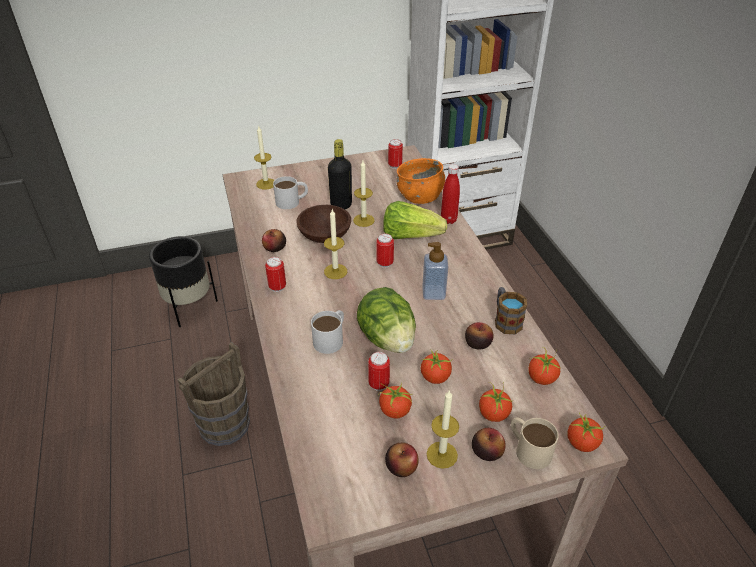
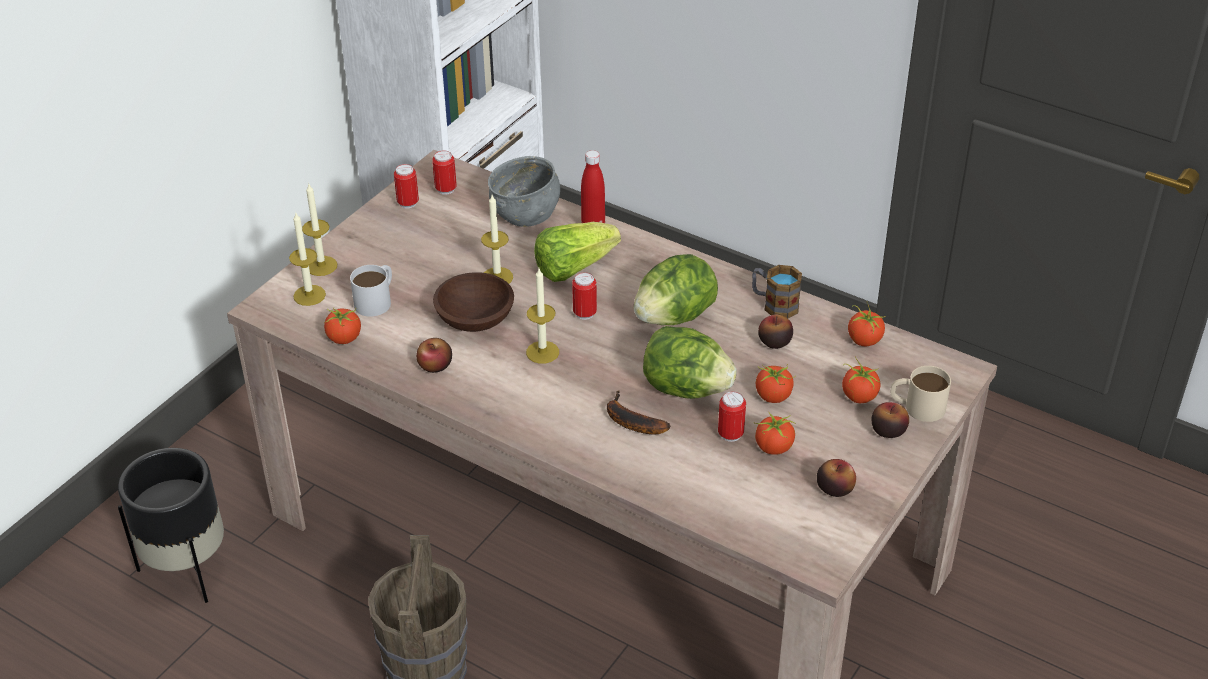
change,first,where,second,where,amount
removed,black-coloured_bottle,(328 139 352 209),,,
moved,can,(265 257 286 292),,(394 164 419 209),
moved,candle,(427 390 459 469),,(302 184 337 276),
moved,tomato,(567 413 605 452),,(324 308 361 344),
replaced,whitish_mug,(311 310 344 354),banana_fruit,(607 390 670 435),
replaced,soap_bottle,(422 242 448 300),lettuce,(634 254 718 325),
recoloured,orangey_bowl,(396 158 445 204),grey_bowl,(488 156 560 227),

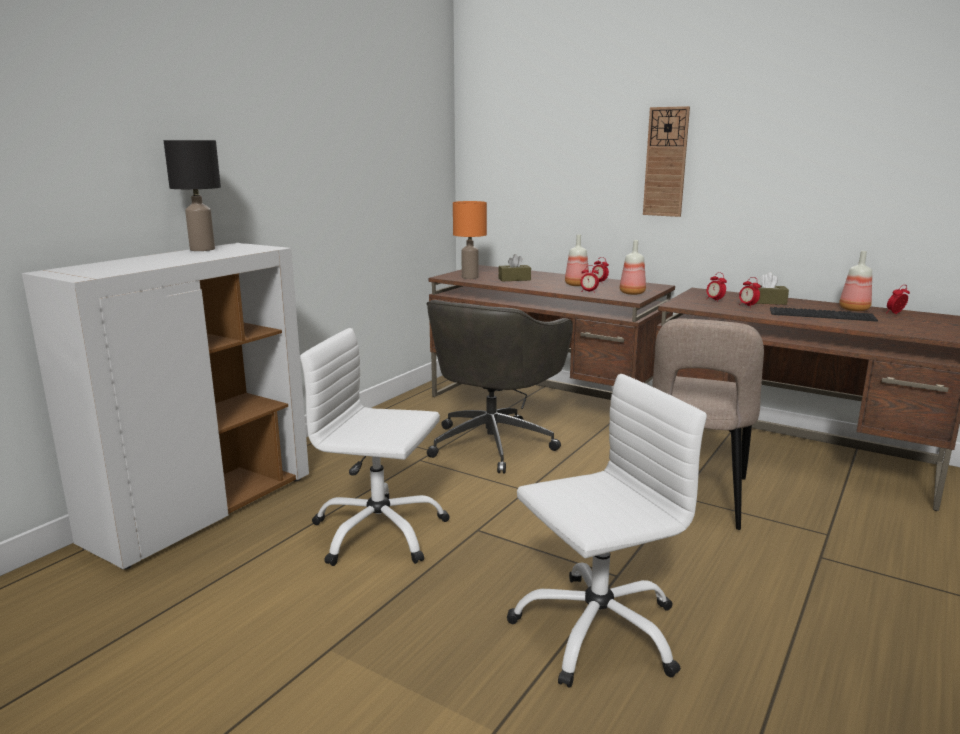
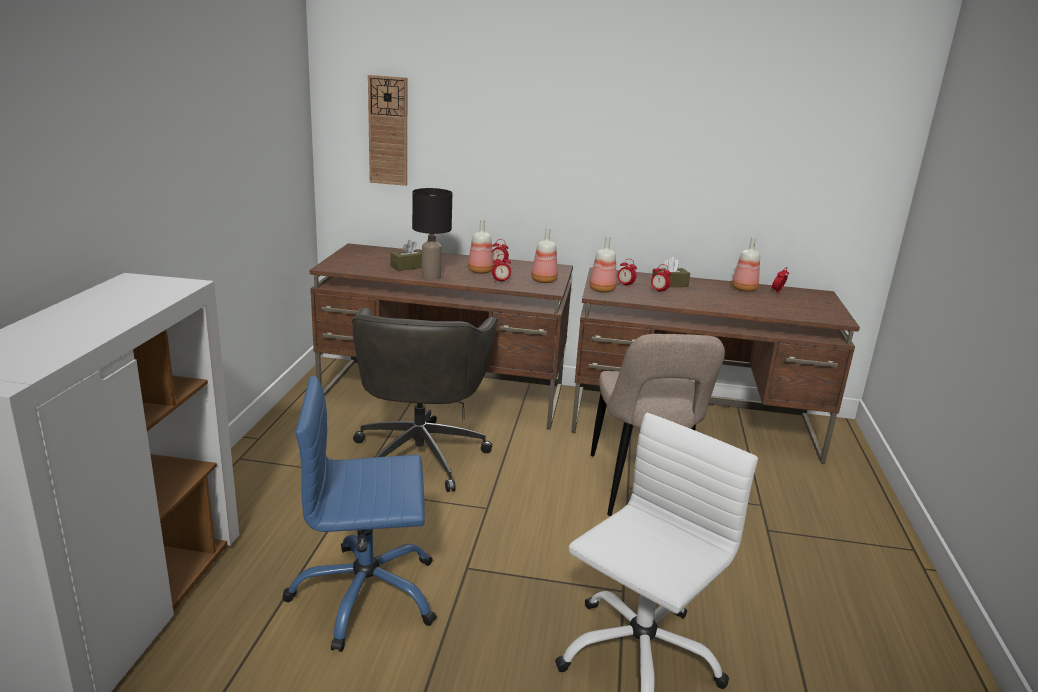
change,first,where,second,where,amount
removed,orangey_table_lamp,(453 201 487 279),,,
removed,PC_keyboard,(770 307 878 322),,,
added,,,bottle,(589 236 617 293),
moved,black-coloured_table_lamp,(164 140 221 251),,(412 188 452 280),
moved,wall_clock,(643 106 690 217),,(368 75 407 186),
recoloured,whitish_desk_chair,(300 328 450 566),bluish_desk_chair,(282 376 437 652),

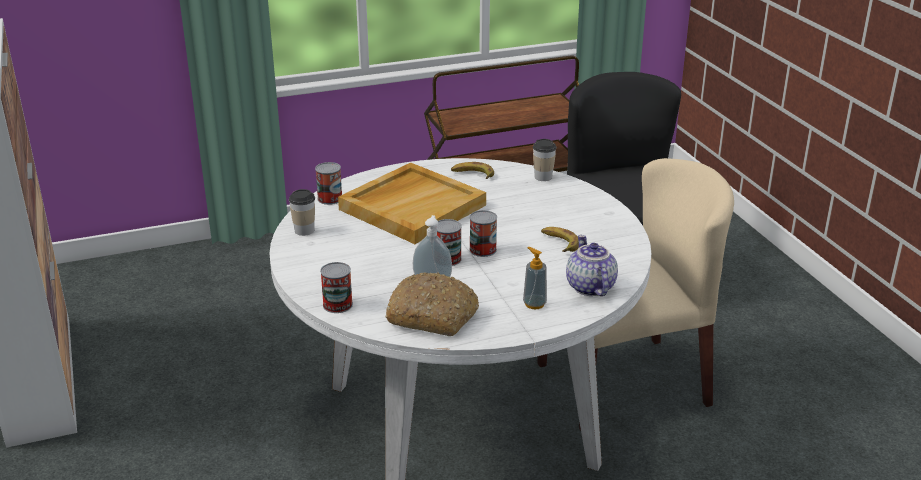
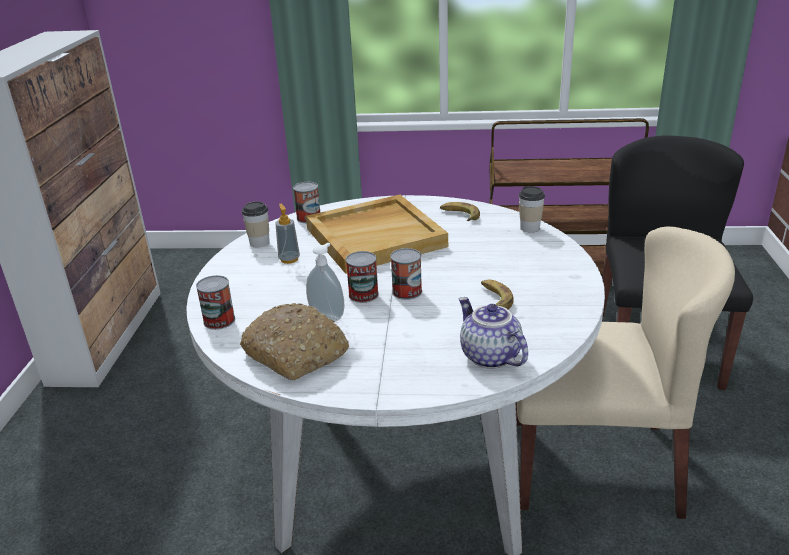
change,first,where,second,where,amount
moved,soap_bottle,(523 247 547 309),,(275 204 300 264),
turned,pot_for_tea,(566 235 618 296),,(458 297 528 369),45 degrees counterclockwise

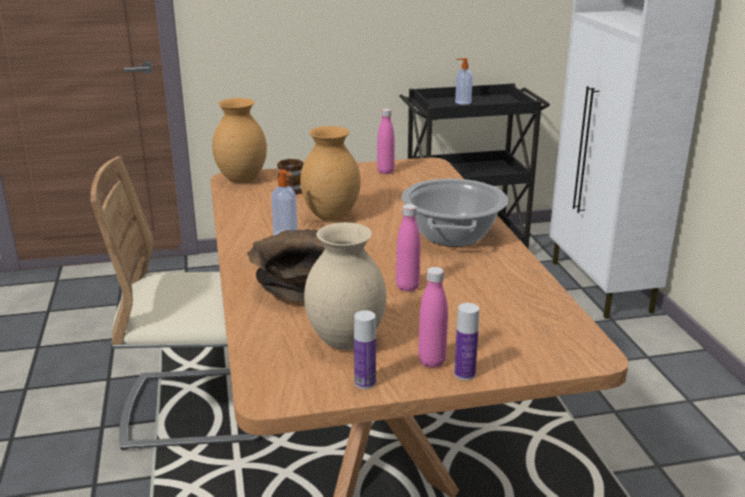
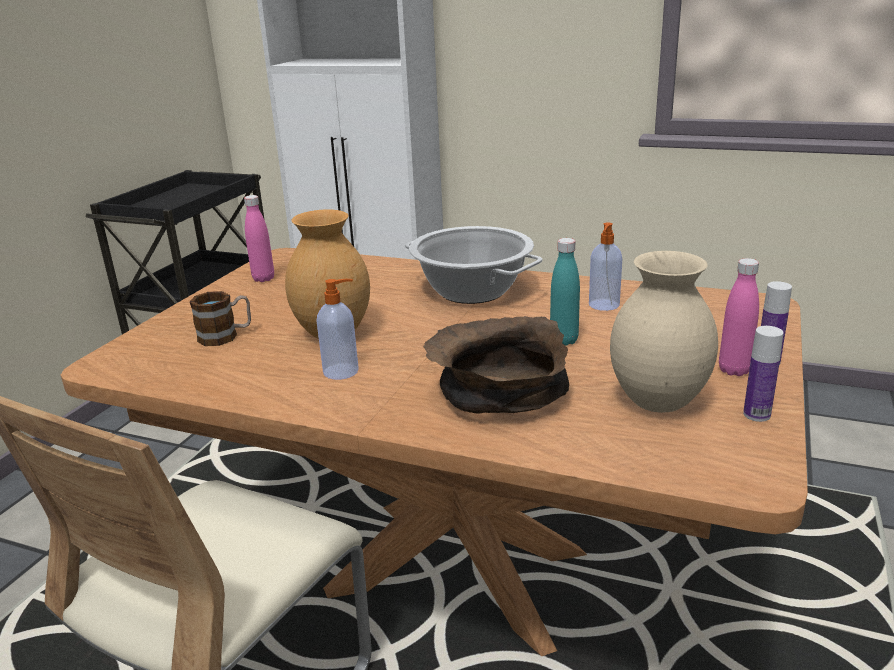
change,first,where,second,where,amount
removed,brownish_flower_vase,(212 98 267 183),,,
moved,soap_bottle,(455 58 473 105),,(589 222 622 311),
recoloured,pinkish_bottle,(396 204 421 292),blue-green_bottle,(550 238 580 346),

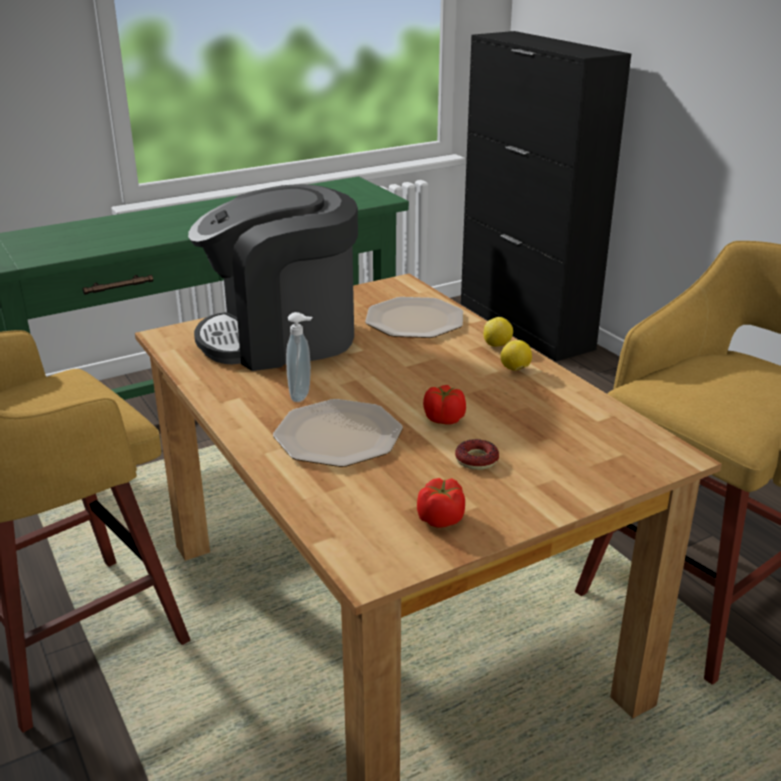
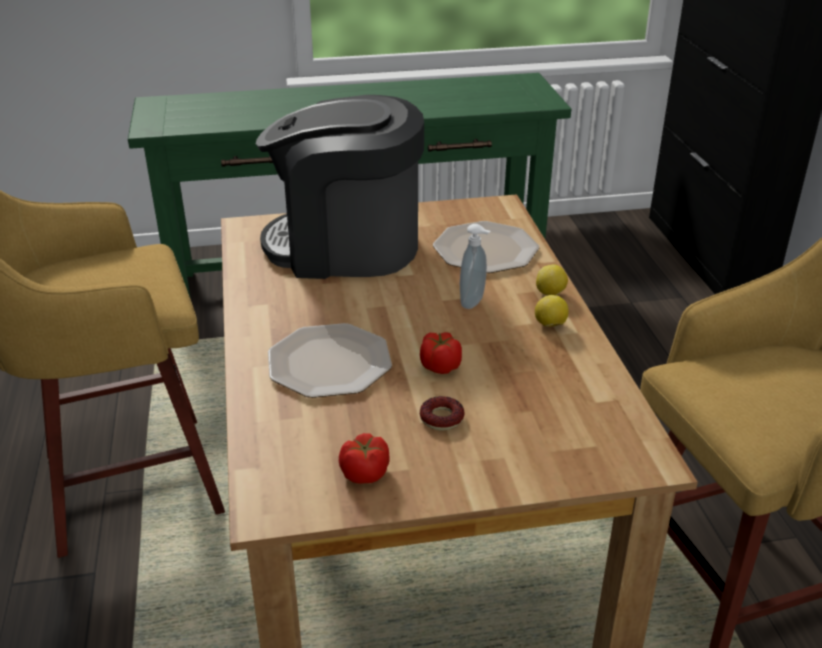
change,first,where,second,where,amount
moved,soap_bottle,(286 312 312 402),,(460 224 491 309),

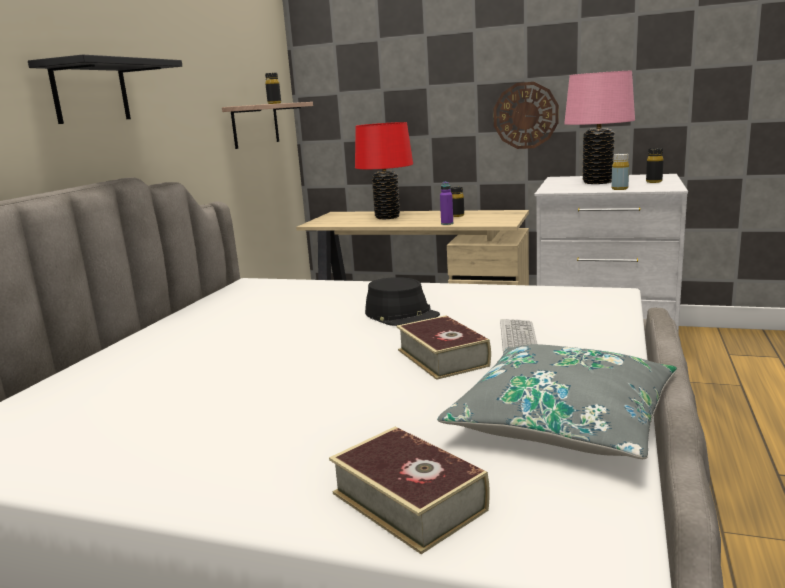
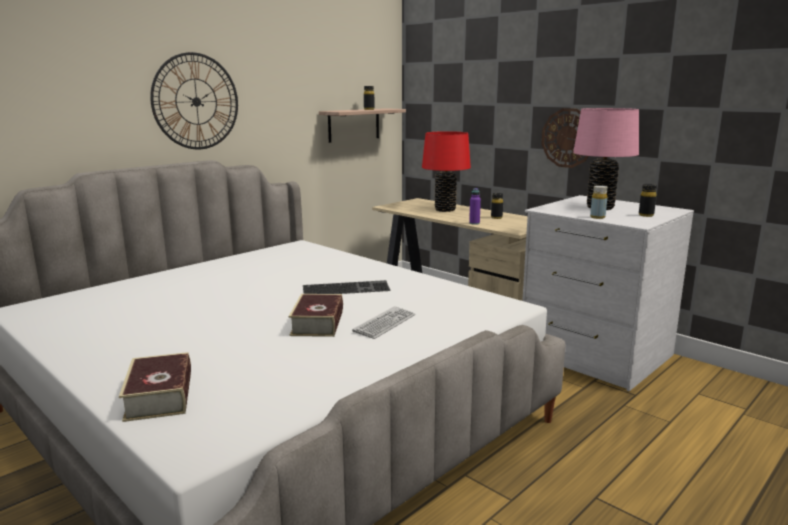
change,first,where,second,where,amount
removed,grey_pillow,(437 344 677 459),,,
replaced,black-coloured_shelf,(28 55 182 124),wall_clock,(150 52 238 149),
replaced,black-coloured_wearable_hat,(365 277 440 326),PC_keyboard,(303 280 391 294),

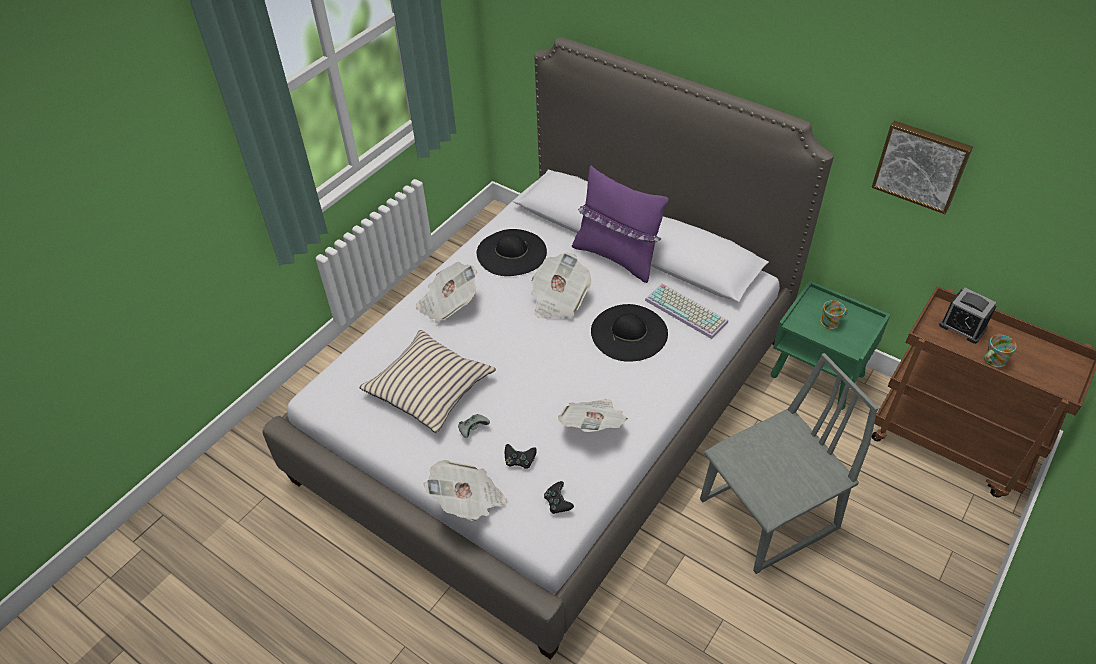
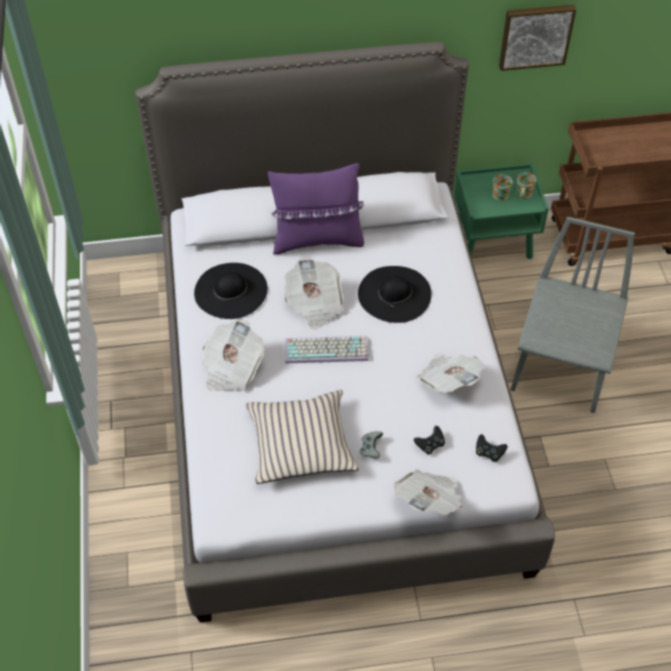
change,first,where,second,where,amount
removed,alarm_clock,(939 288 996 344),,,
moved,PC_keyboard,(645 283 728 339),,(285 336 369 363),
moved,mug,(984 335 1017 368),,(516 172 536 199),

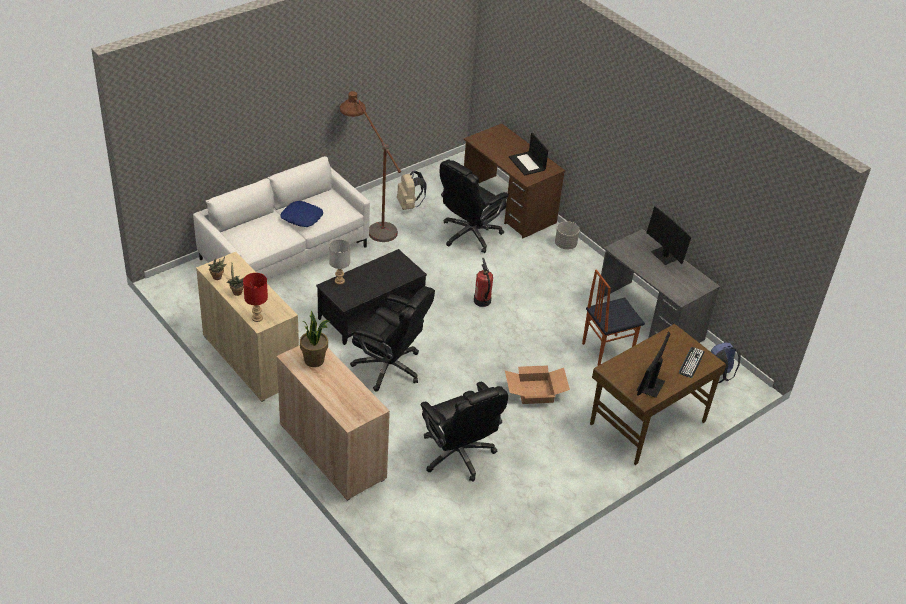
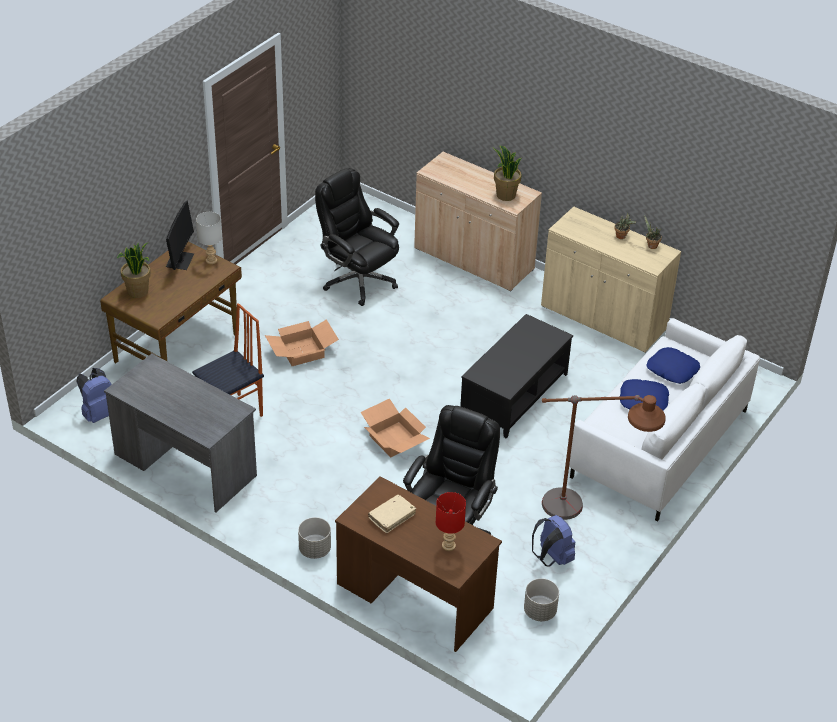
change,first,where,second,where,amount
removed,black-coloured_desk_chair,(350 286 435 392),,,
removed,monitor,(646 206 691 265),,,
added,,,grey_flower_pot,(524 578 559 621),
added,,,bluish_pillow,(647 347 700 384),
moved,red_table_lamp,(243 273 268 322),,(436 492 466 551),
moved,grey_table_lamp,(329 239 350 285),,(196 212 222 264),
replaced,extinguisher,(474 258 493 307),cardboard_box,(360 398 430 457),
replaced,notebook_computer,(509 133 548 176),beige-coloured_volume,(368 495 416 533),
replaced,PC_keyboard,(679 347 704 378),houseplant,(117 242 151 298),
recoloured,beige-coloured_knapsack,(397 171 427 210),bluish_knapsack,(532 515 575 566),

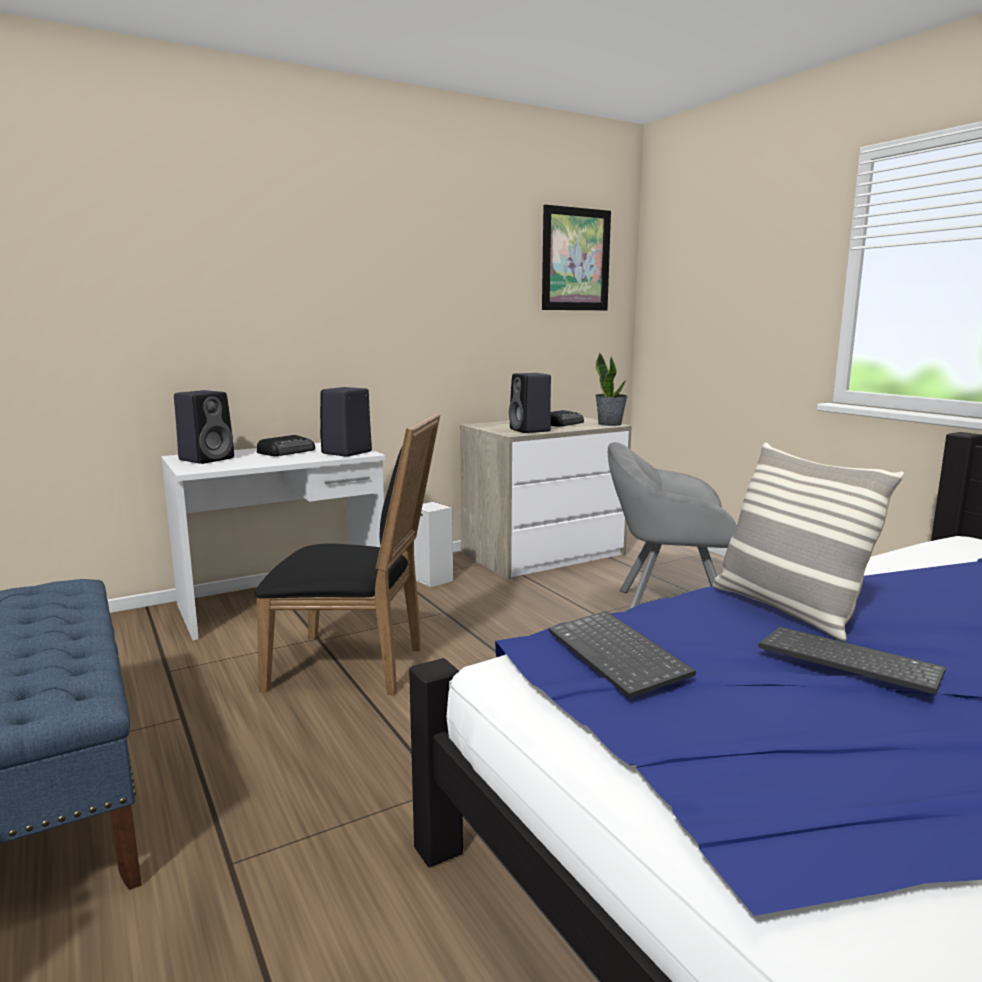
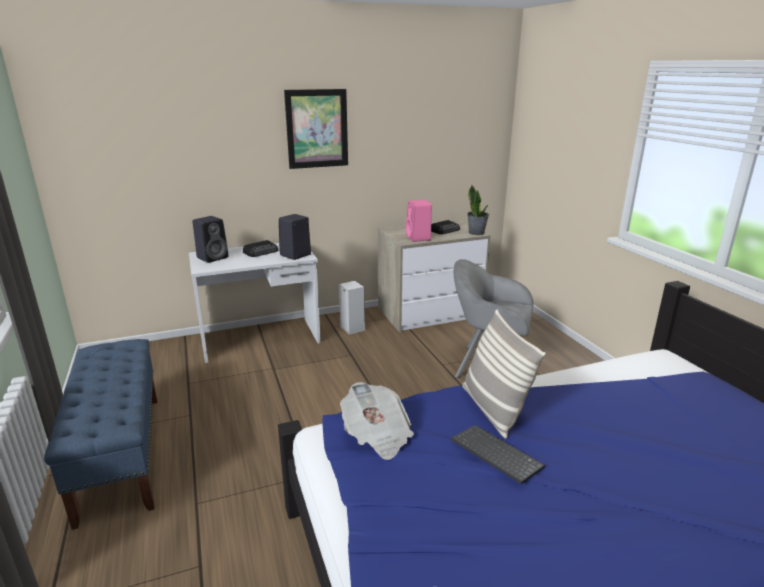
change,first,where,second,where,amount
removed,black-coloured_upright_chair,(255 413 440 695),,,
moved,wall_art,(542 204 611 310),,(284 89 348 169),
replaced,PC_keyboard,(548 611 696 698),daily_paper,(340 382 414 460),
recoloured,black-coloured_loudspeaker,(509 373 551 433),pinkish_loudspeaker,(406 200 432 242),

